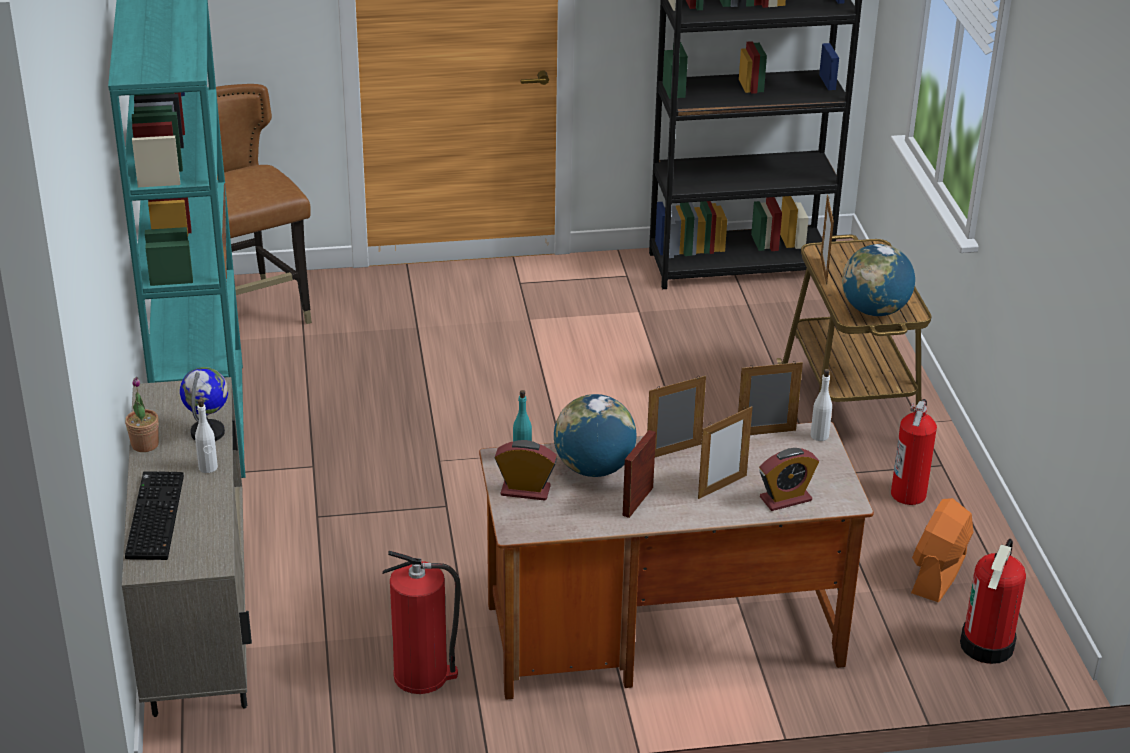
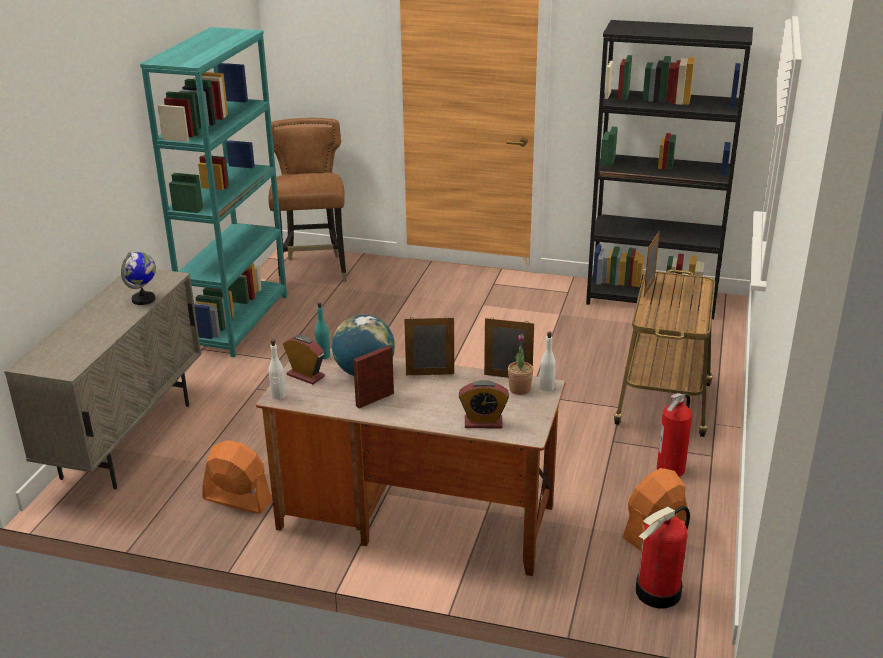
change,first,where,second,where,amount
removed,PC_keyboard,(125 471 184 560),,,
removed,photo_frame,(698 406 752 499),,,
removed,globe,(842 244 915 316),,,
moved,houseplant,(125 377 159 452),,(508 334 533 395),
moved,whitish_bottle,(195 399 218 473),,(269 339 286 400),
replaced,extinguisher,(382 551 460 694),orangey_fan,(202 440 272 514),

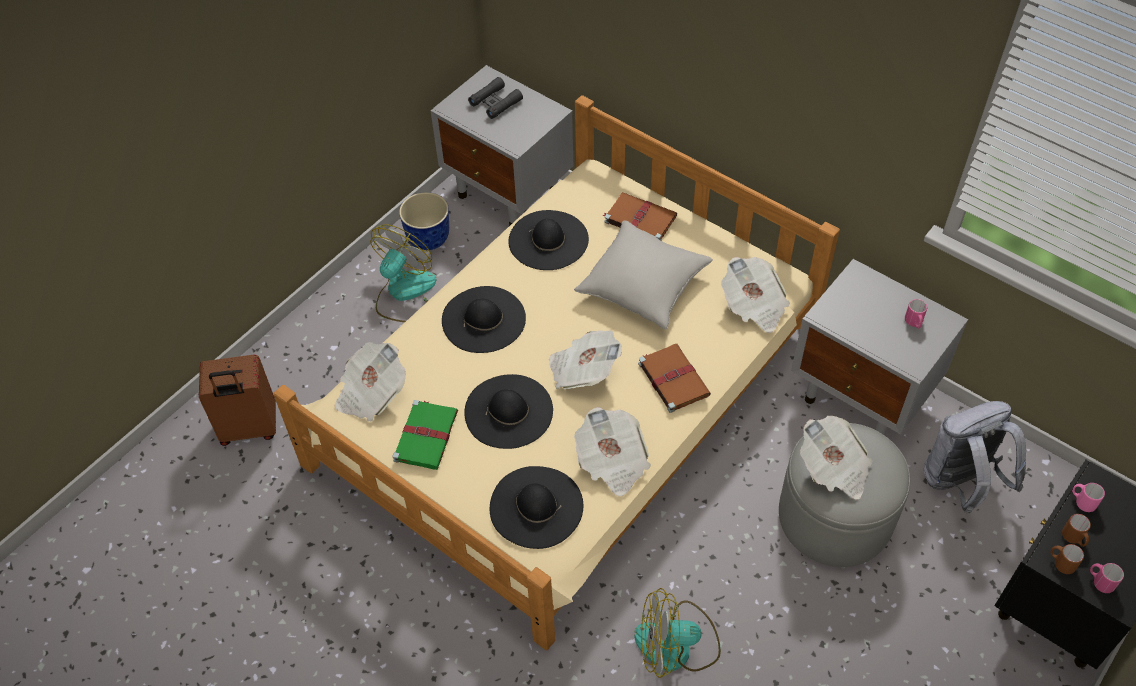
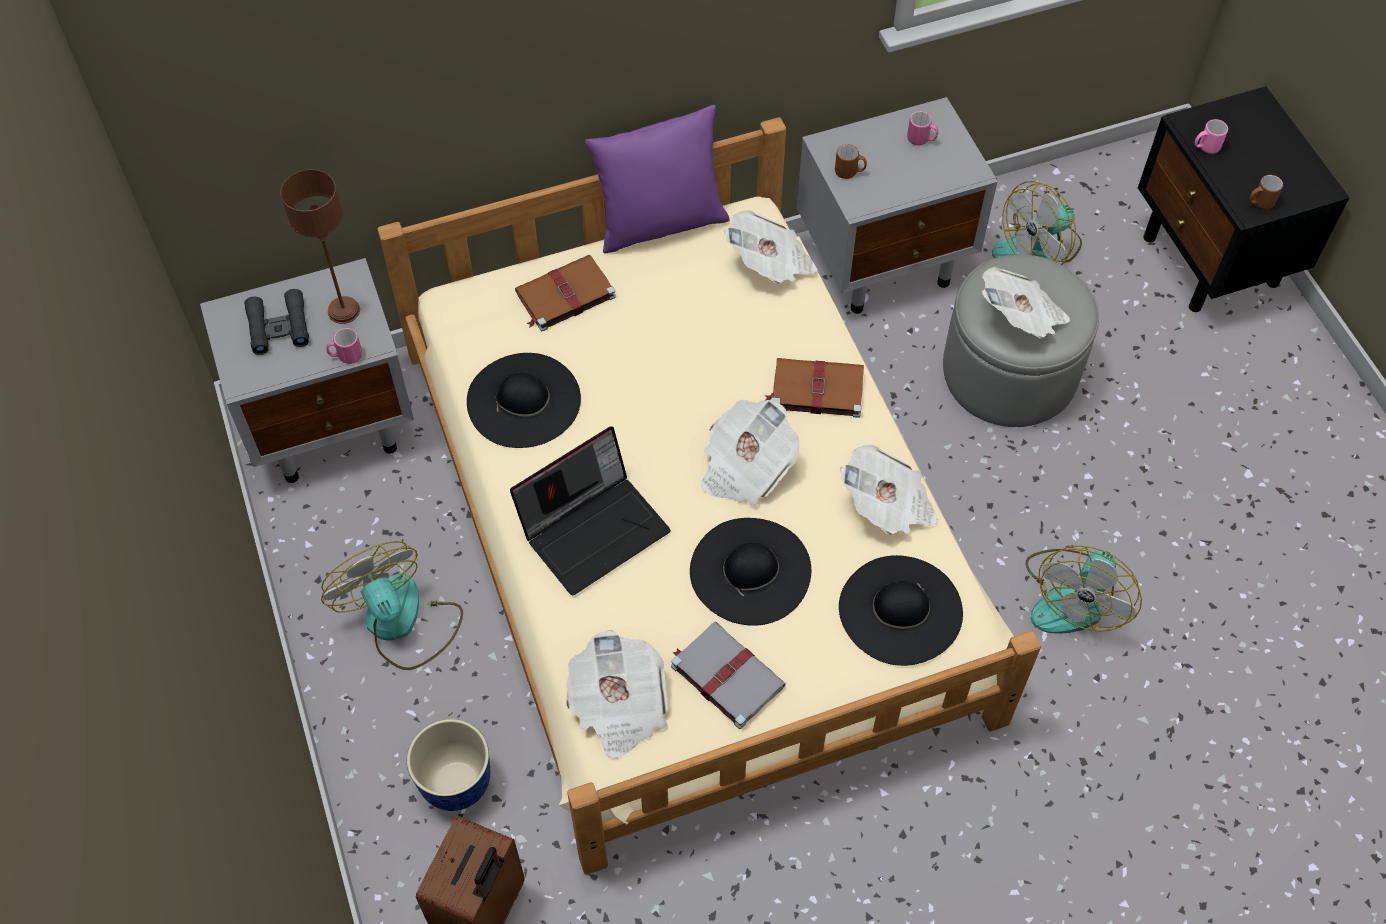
change,first,where,second,where,amount
removed,grey_pillow,(574 220 713 329),,,
added,,,brownish_table_lamp,(280 170 360 324),
added,,,purplish_pillow,(585 105 730 254),
moved,flower_pot,(399 192 449 250),,(407 719 490 811),
moved,brownish_mug,(1062 514 1091 547),,(835 144 867 179),
moved,pinkish_mug,(1090 563 1124 593),,(326 328 362 364),
replaced,black-coloured_wearable_hat,(442 286 526 353),notebook_computer,(510 426 671 595),
replaced,grey_knapsack,(924 401 1026 514),fan,(992 181 1082 265),
recoloured,green-coloured_volume,(392 400 458 470),grey_volume,(671 621 786 729),

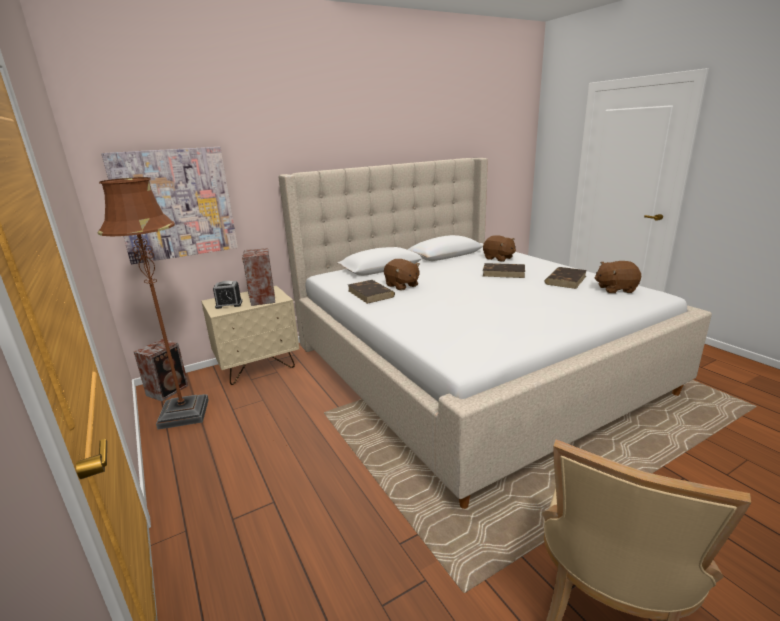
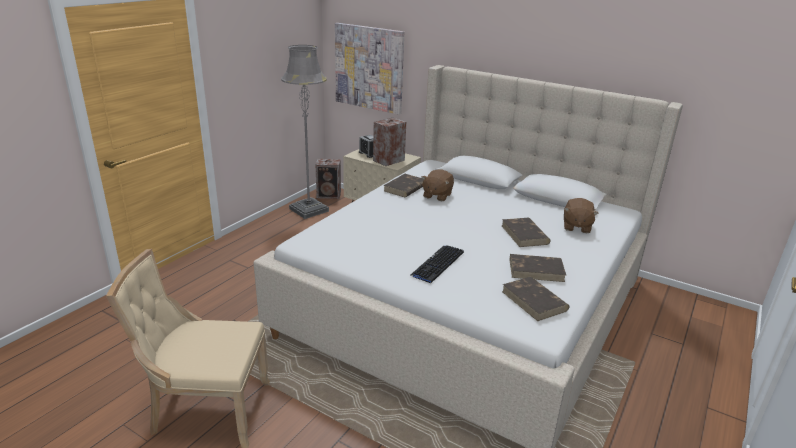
change,first,where,second,where,amount
added,,,PC_keyboard,(411 245 464 283),
replaced,brownish_plush_toy,(595 261 641 293),brownish_volume,(502 277 569 321),
recoloured,brownish_floor_lamp,(97 177 209 430),grey_floor_lamp,(281 45 329 219),

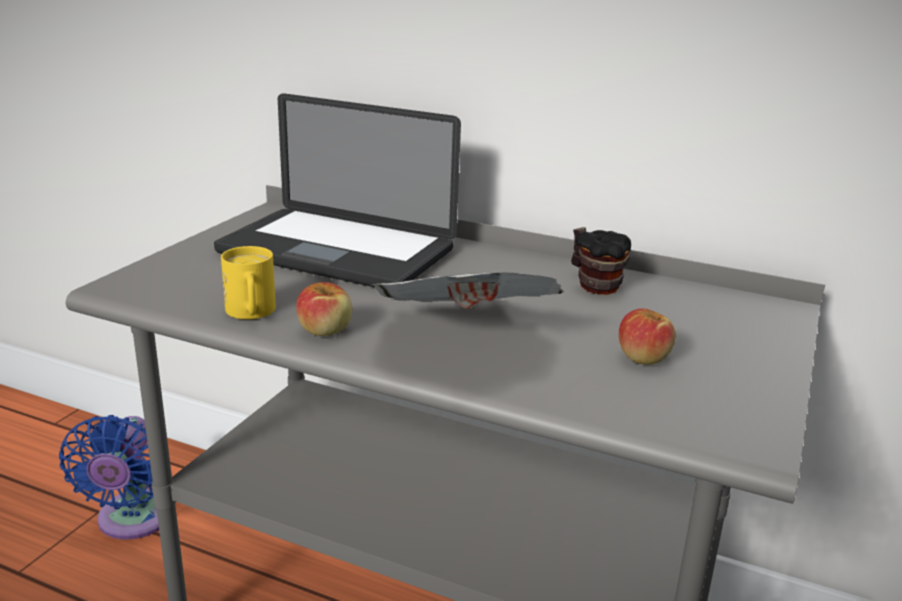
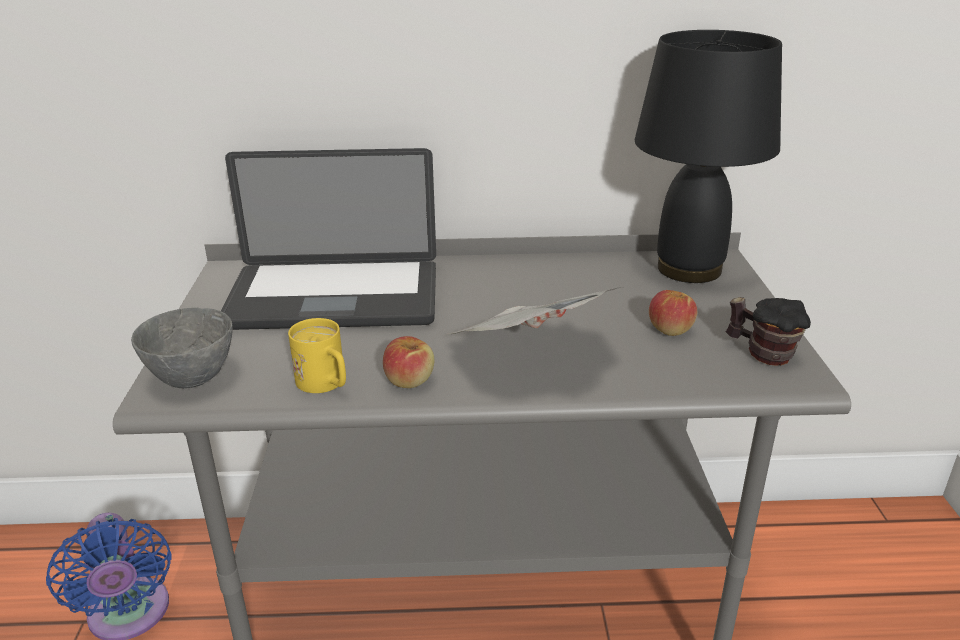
change,first,where,second,where,amount
added,,,grey_bowl,(131 308 233 388),
added,,,black-coloured_table_lamp,(635 30 782 283),
moved,mug,(571 227 631 295),,(726 297 811 366),

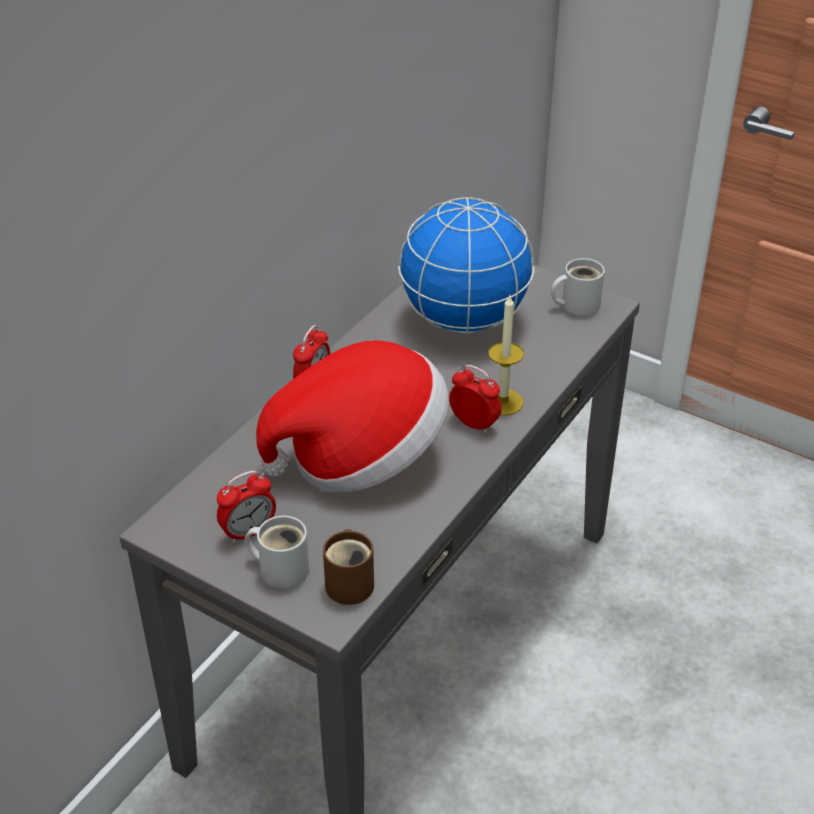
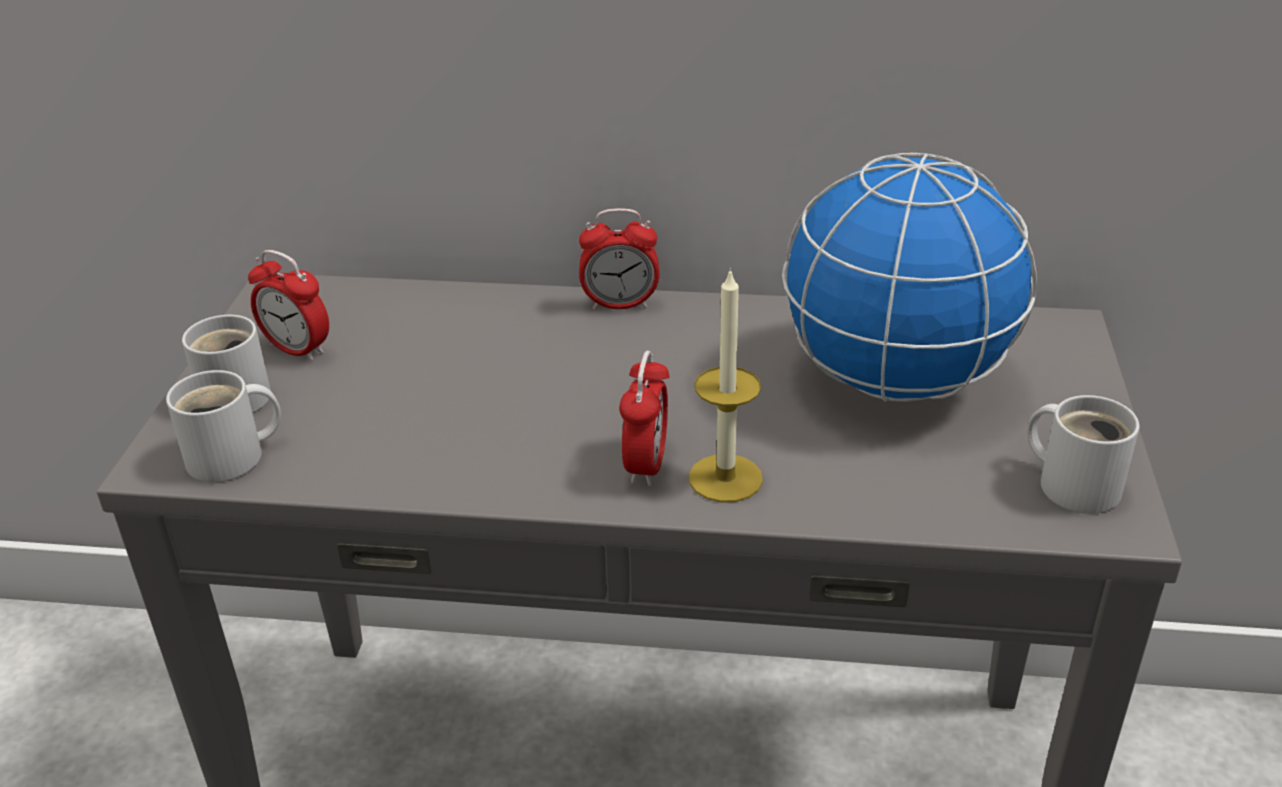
change,first,where,second,where,amount
removed,wearable_hat,(256 340 449 492),,,
recoloured,brownish_mug,(323 529 374 605),whitish_mug,(166 370 281 482),

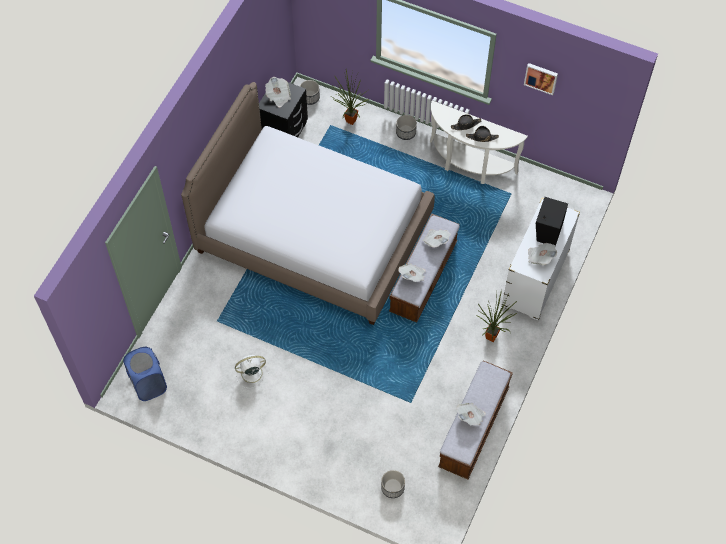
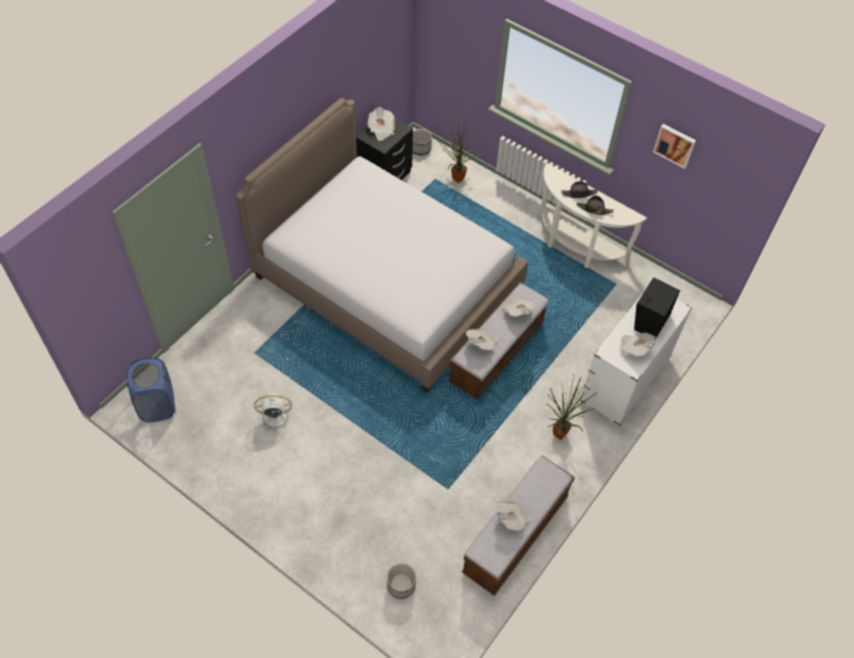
change,first,where,second,where,amount
removed,flower_pot,(396 115 417 140),,,

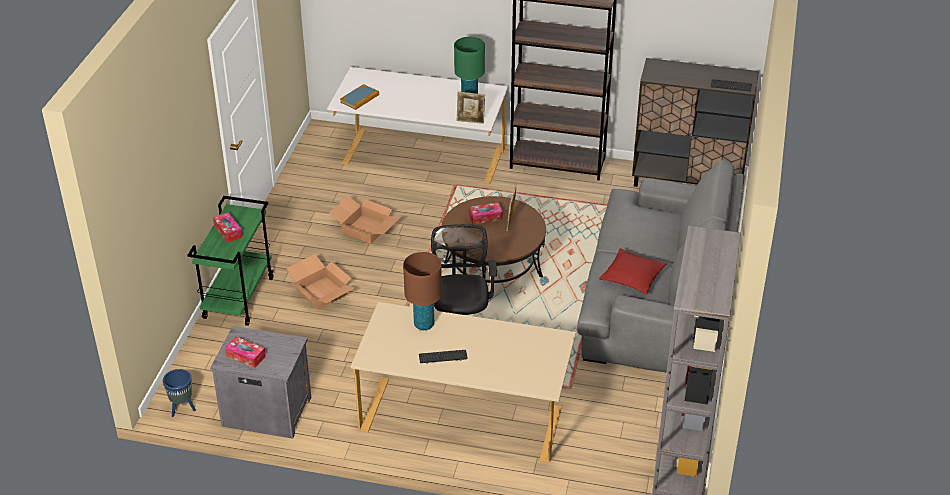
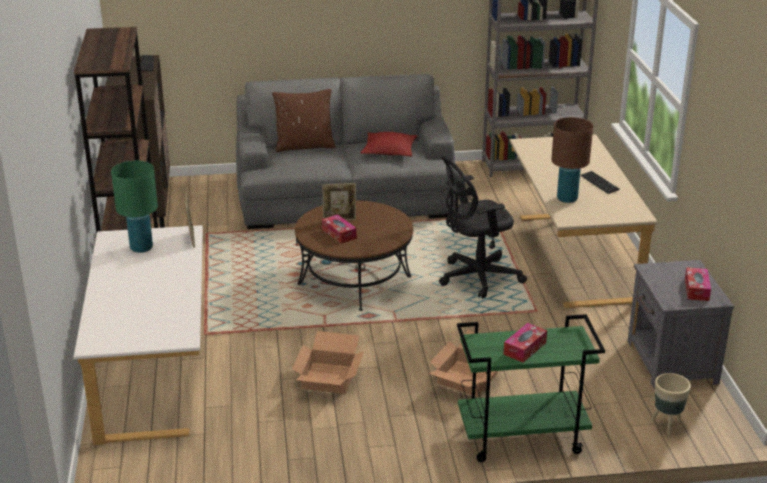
change,first,where,second,where,amount
removed,bluish_flower_pot,(163 369 196 417),,,
removed,volume,(340 84 379 110),,,
added,,,brownish_pillow,(272 89 336 152),
added,,,beige-coloured_flower_pot,(651 373 691 436),

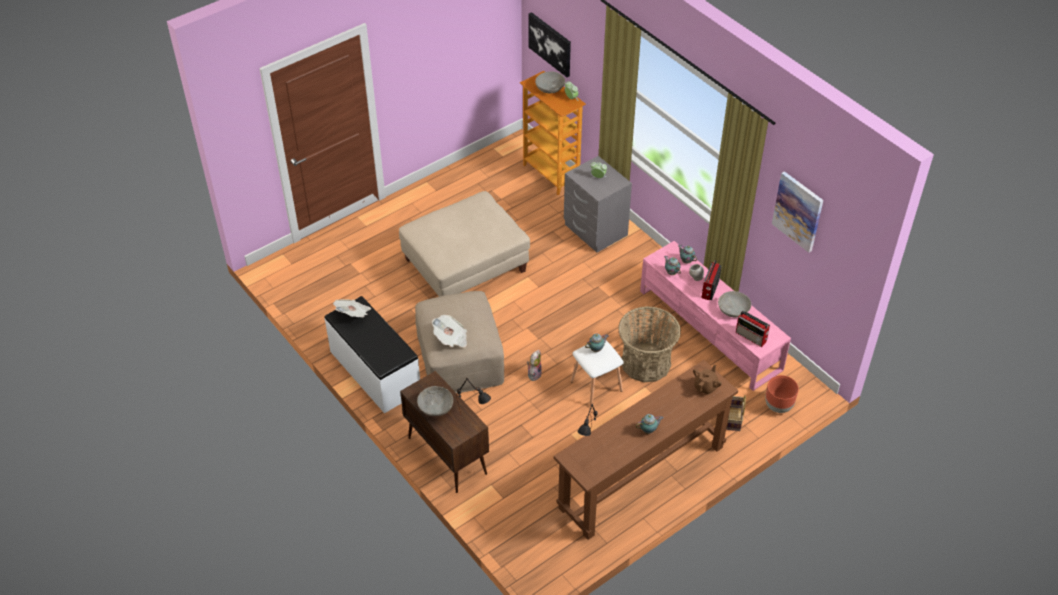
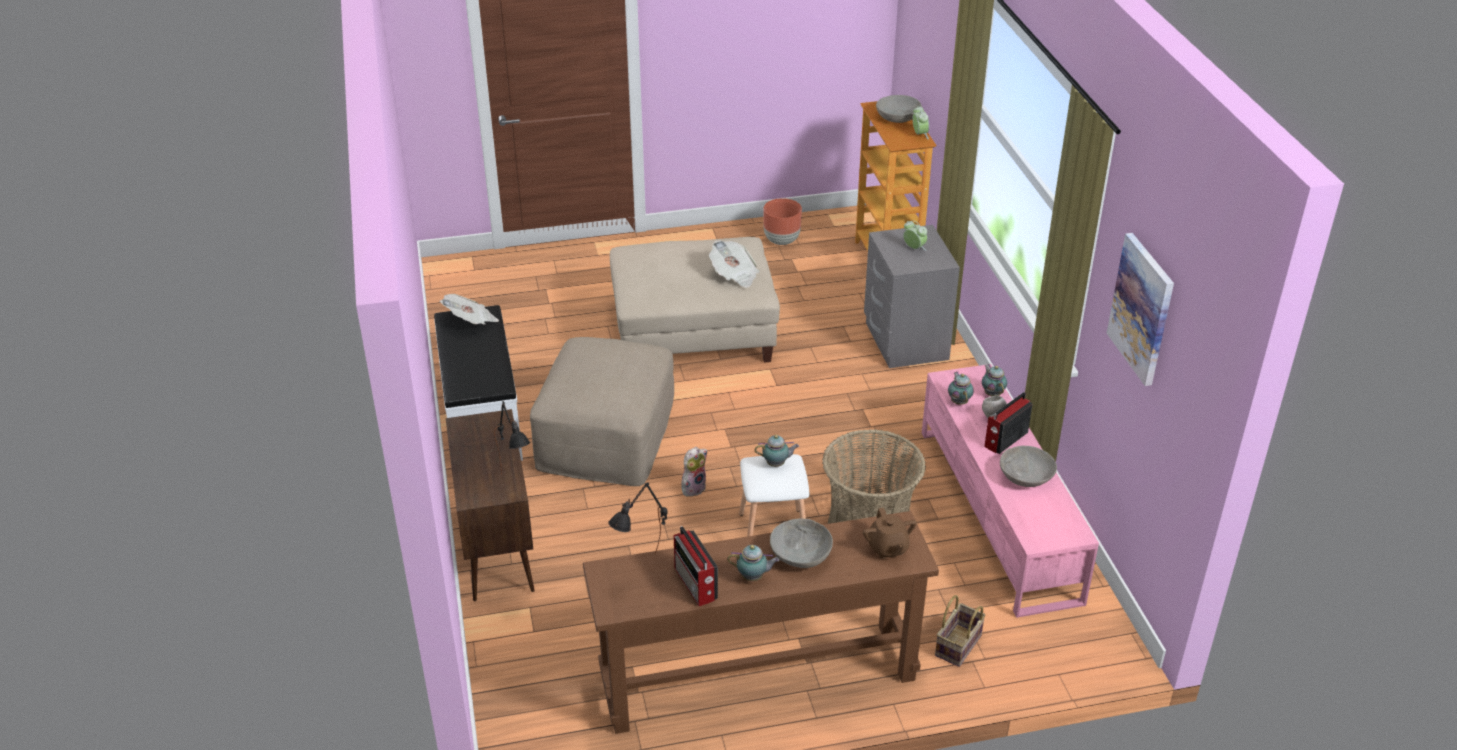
change,first,where,second,where,amount
removed,wall_art,(529 12 571 77),,,
moved,grey_bowl,(417 386 453 416),,(770 518 833 568),
moved,daily_paper,(432 315 467 348),,(709 240 760 288),
moved,radio,(736 311 770 347),,(674 526 718 606),
moved,brownish_flower_pot,(765 375 799 413),,(763 198 802 245),
turned,brownish_pot_for_tea,(693 364 722 395),,(863 508 917 559),105 degrees clockwise

